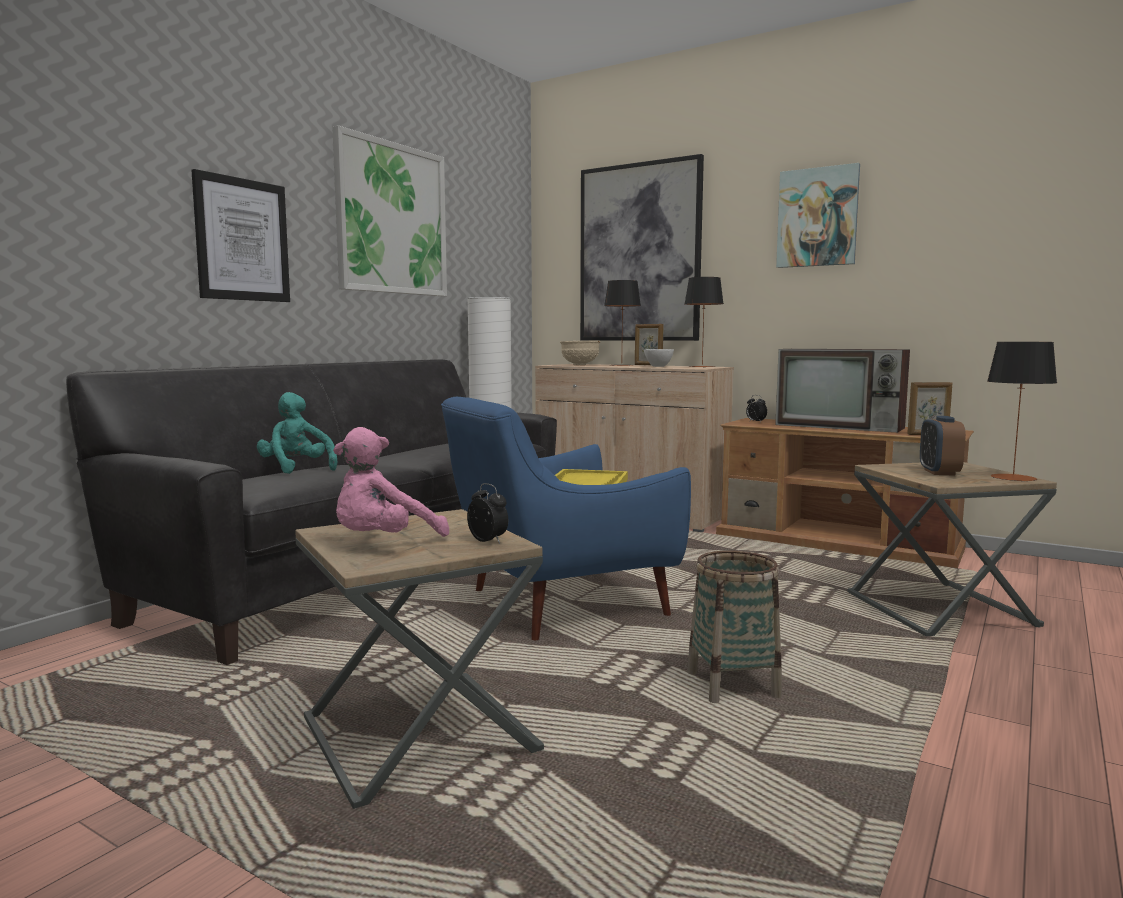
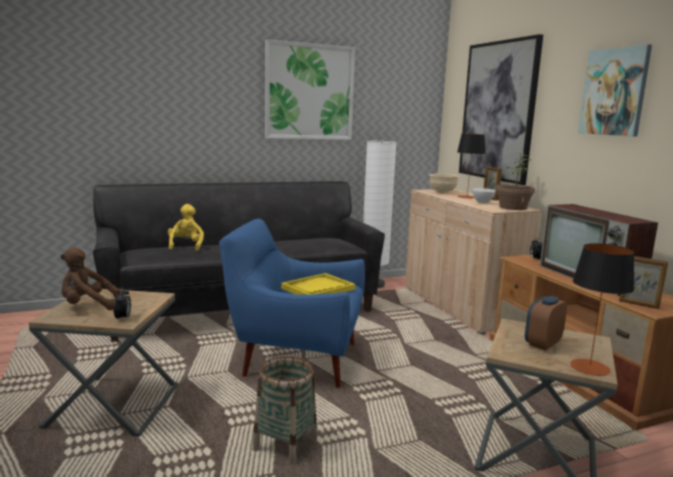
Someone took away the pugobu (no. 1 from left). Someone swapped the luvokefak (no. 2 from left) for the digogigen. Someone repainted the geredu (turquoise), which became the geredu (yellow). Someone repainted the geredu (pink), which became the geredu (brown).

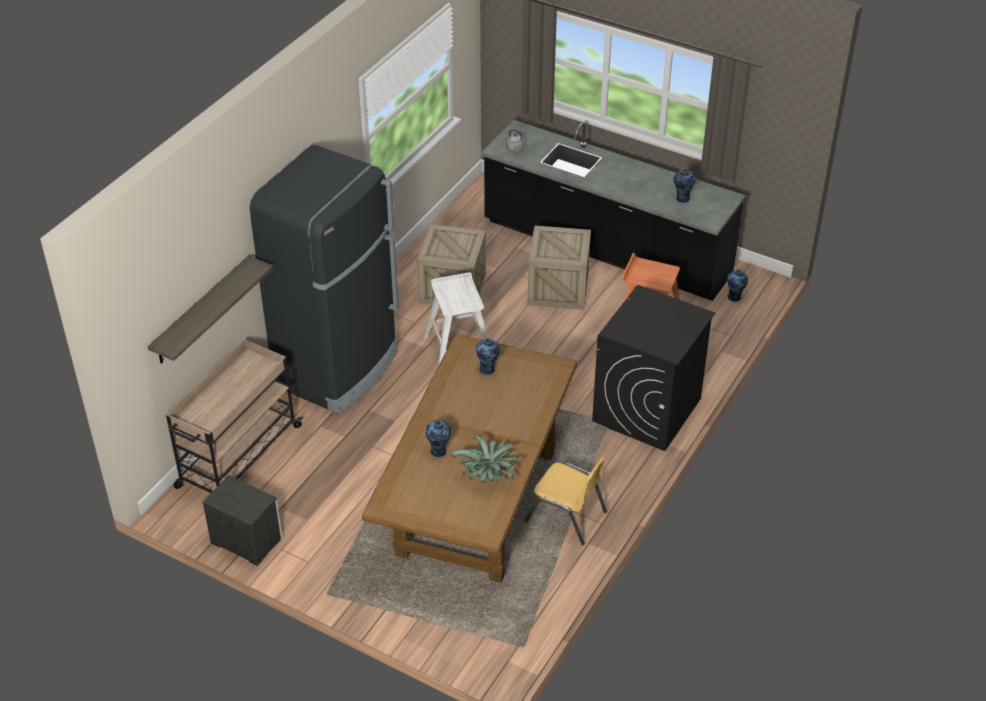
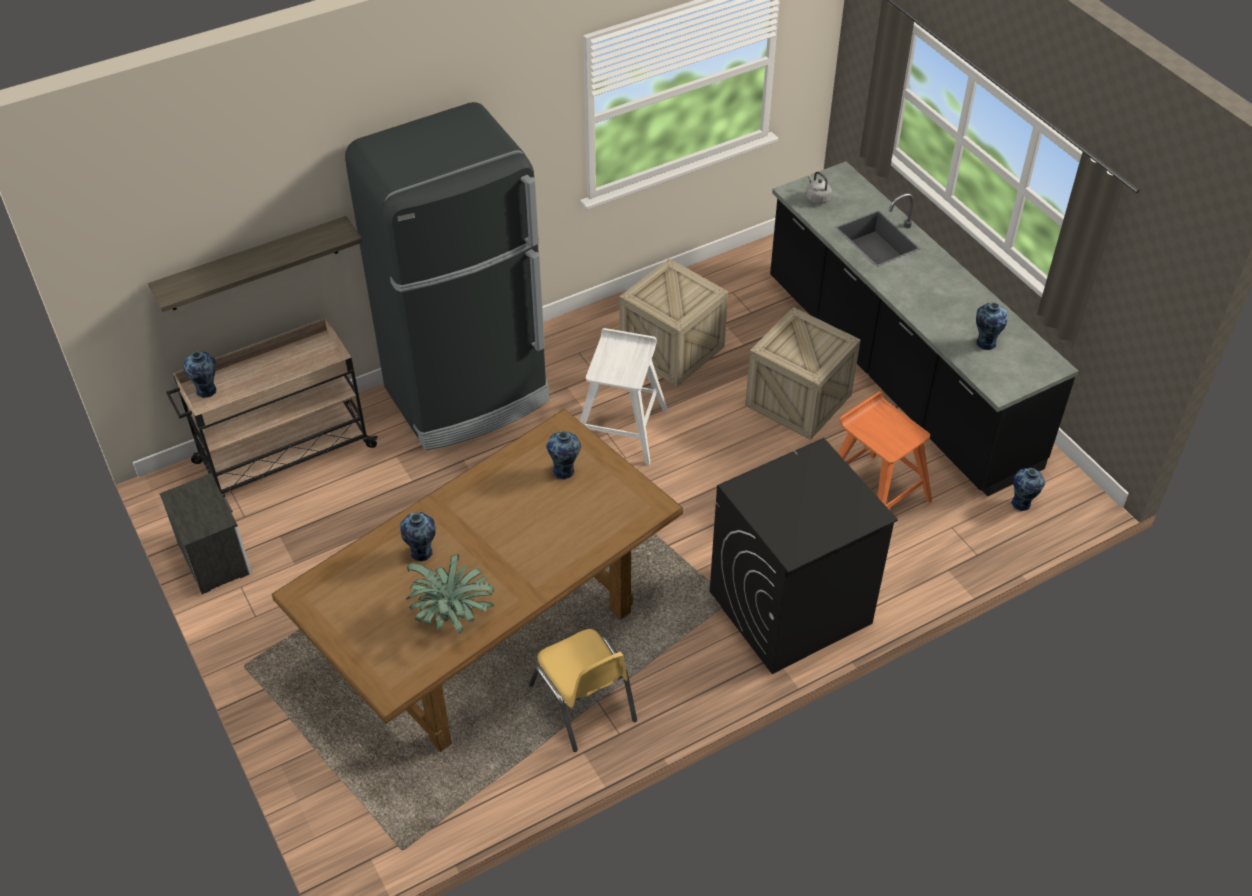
Someone put down the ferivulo (no. 1 from left).

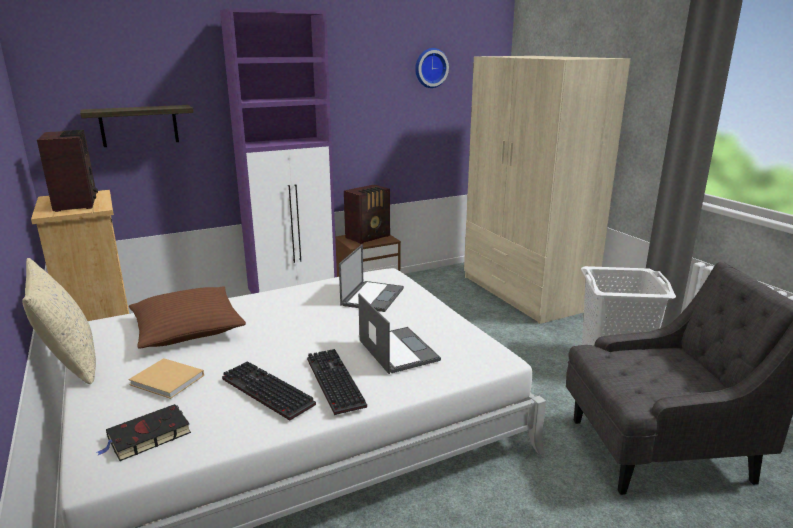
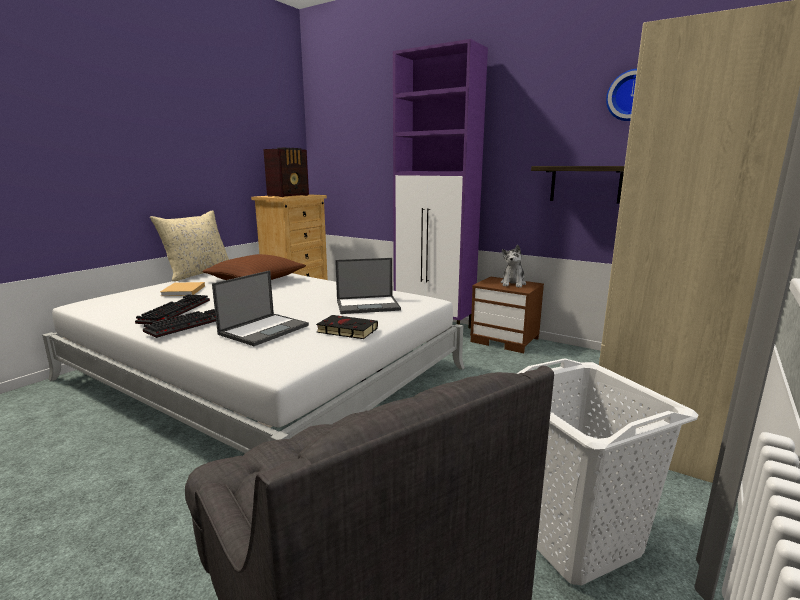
Someone carried the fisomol. Someone swapped the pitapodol (no. 2 from left) for the geredu. Someone carried the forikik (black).

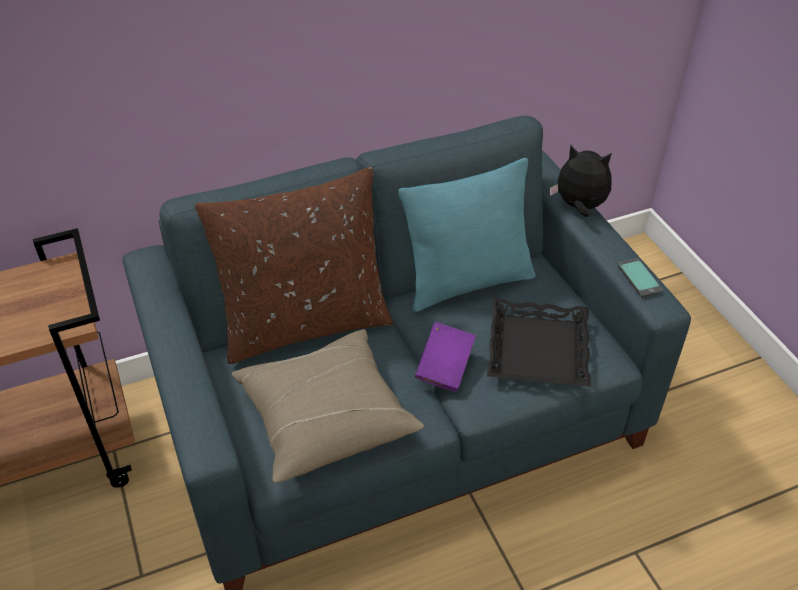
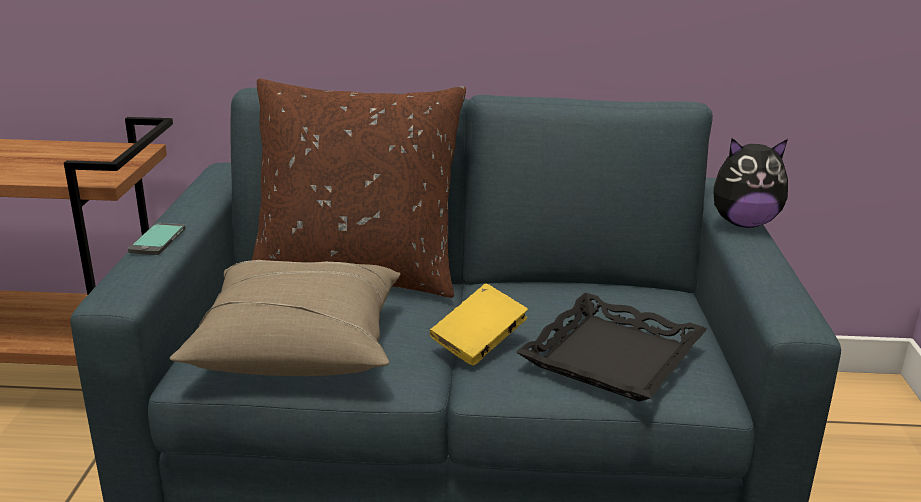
Someone rotated the geredu by 135 degrees clockwise. Someone took away the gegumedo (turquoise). Someone carried the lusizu. Someone repainted the forikik (purple), which became the forikik (yellow).

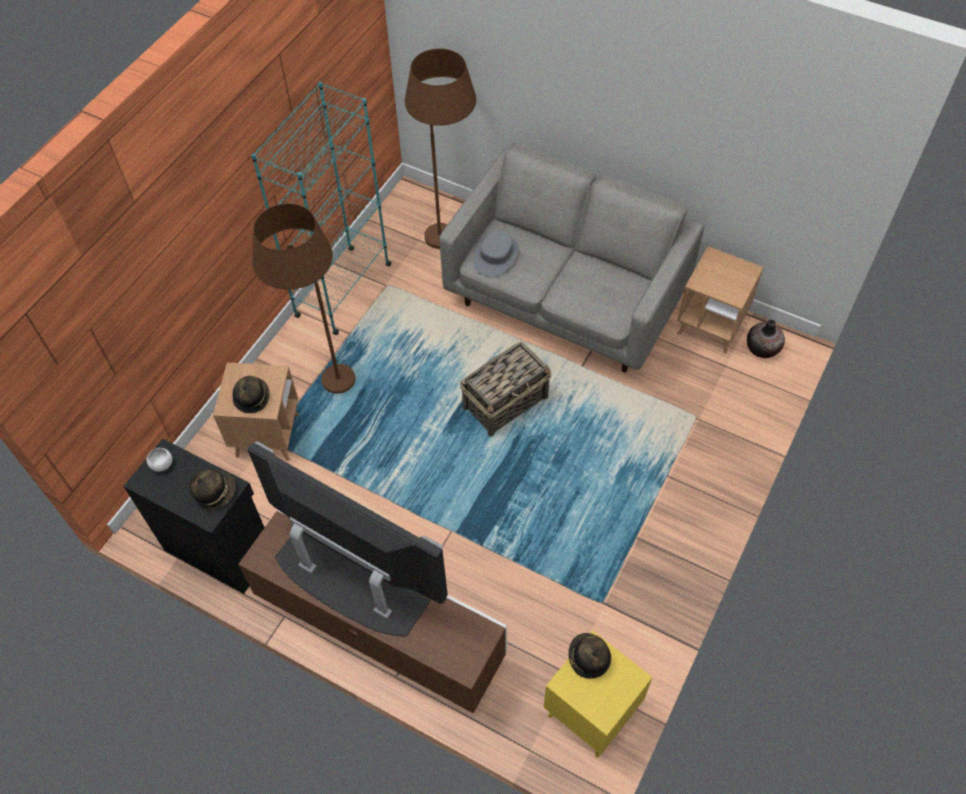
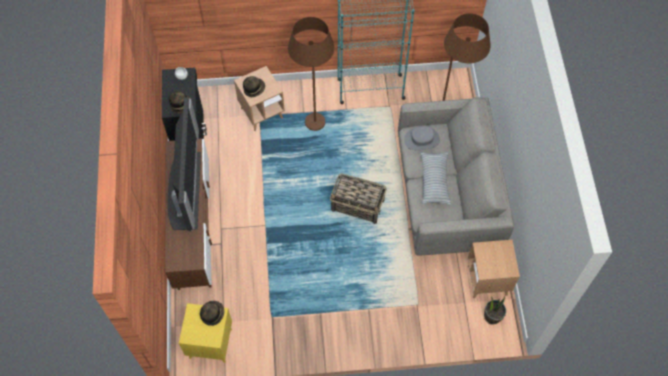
Someone swapped the ferivulo for the digogigen. Someone put down the gegumedo.

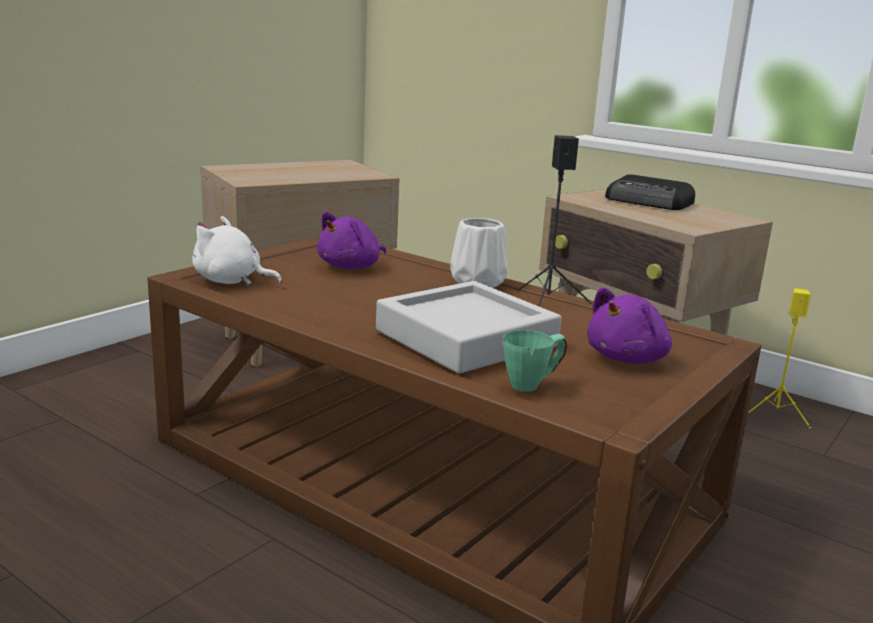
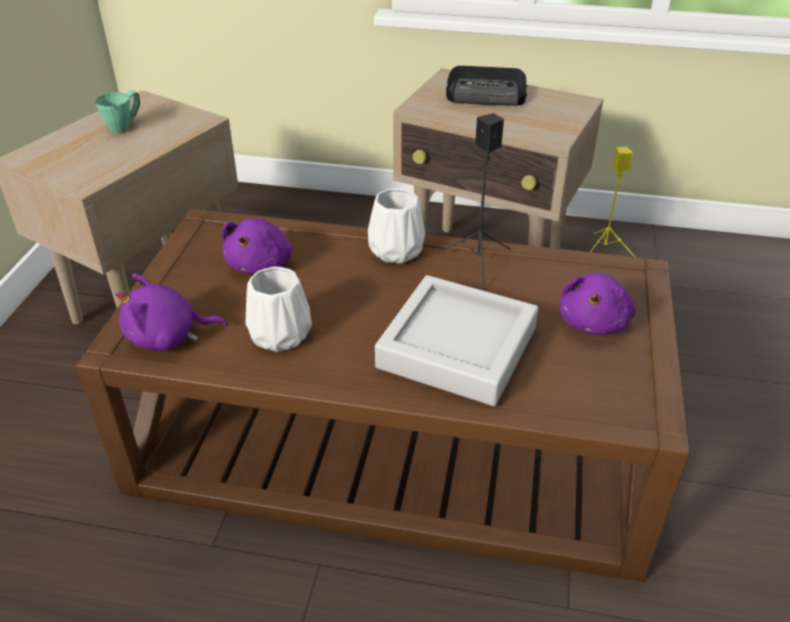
Someone repainted the geredu (white), which became the geredu (purple) (no. 1 from left). Someone carried the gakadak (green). Someone put down the ferivulo (white) (no. 1 from left).

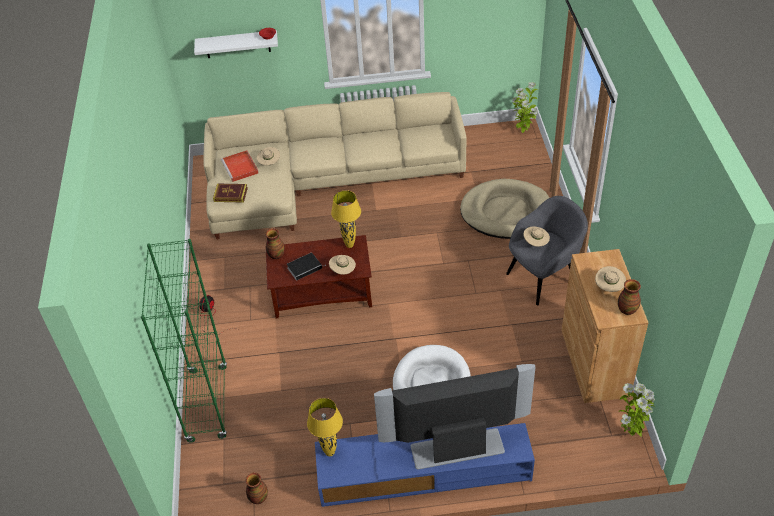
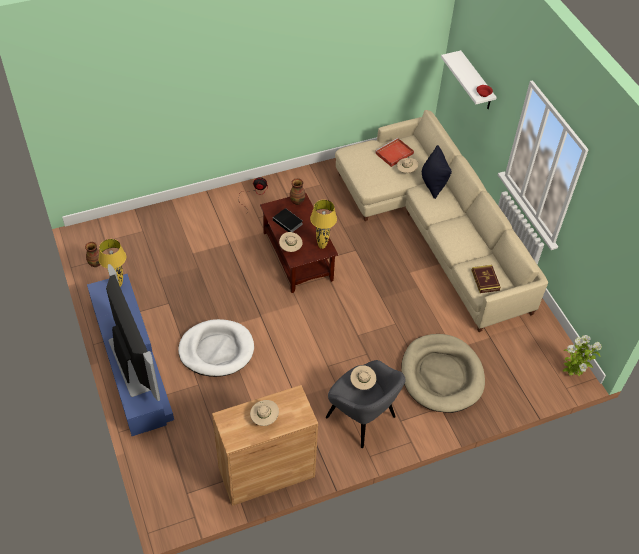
Someone carried the forikik (no. 1 from left in the first image). Someone took away the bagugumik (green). Someone took away the ferivulo (no. 3 from left). Someone took away the digogigen (no. 2 from left). Someone put down the gegumedo (black).

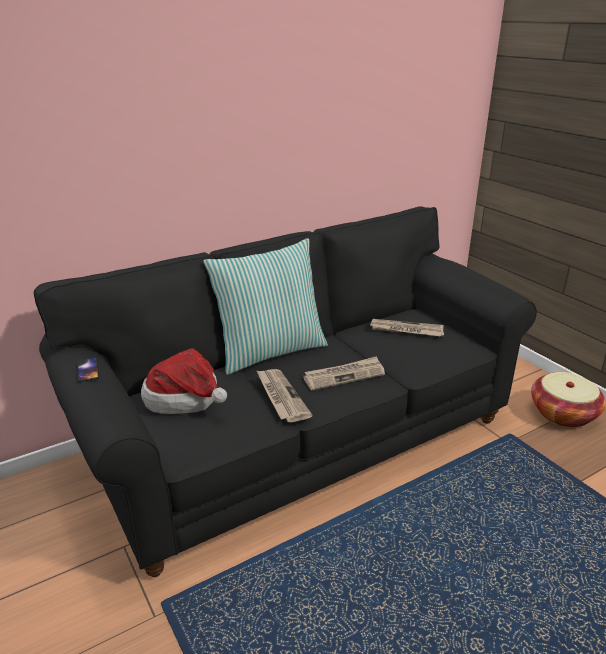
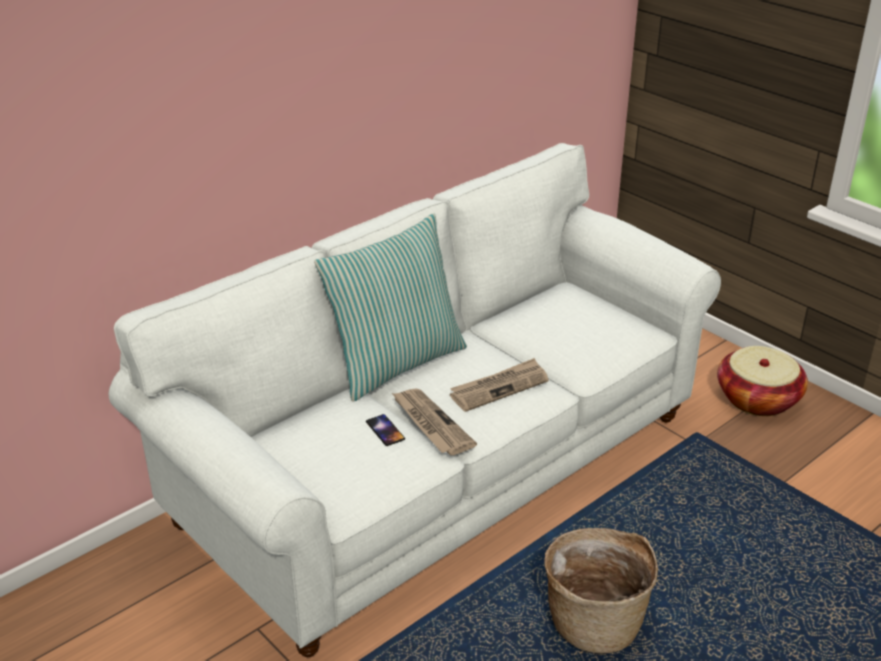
Someone repainted the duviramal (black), which became the duviramal (white). Someone took away the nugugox (no. 3 from left). Someone took away the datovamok. Someone carried the lusizu. Someone put down the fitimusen (no. 1 from left).

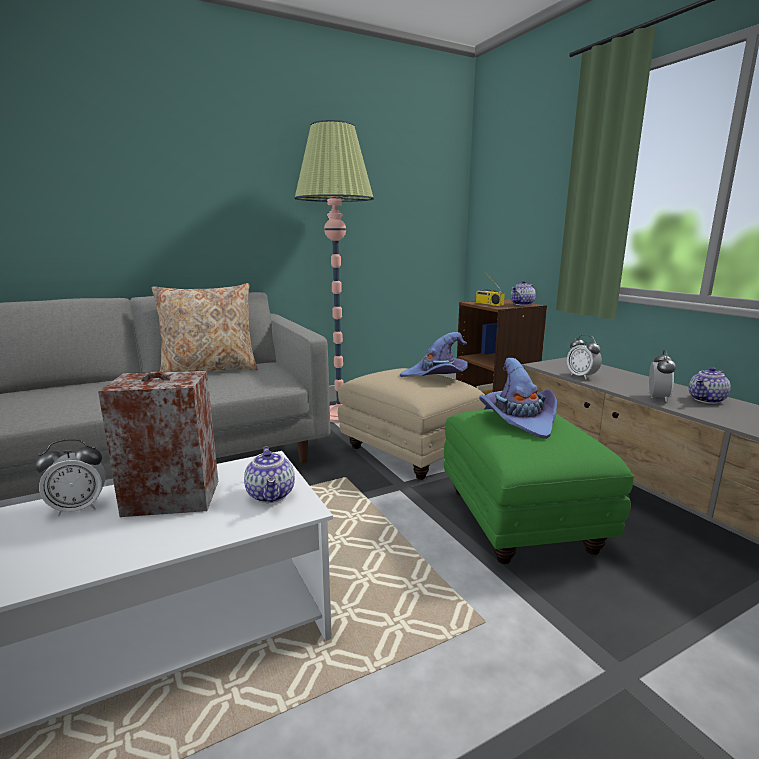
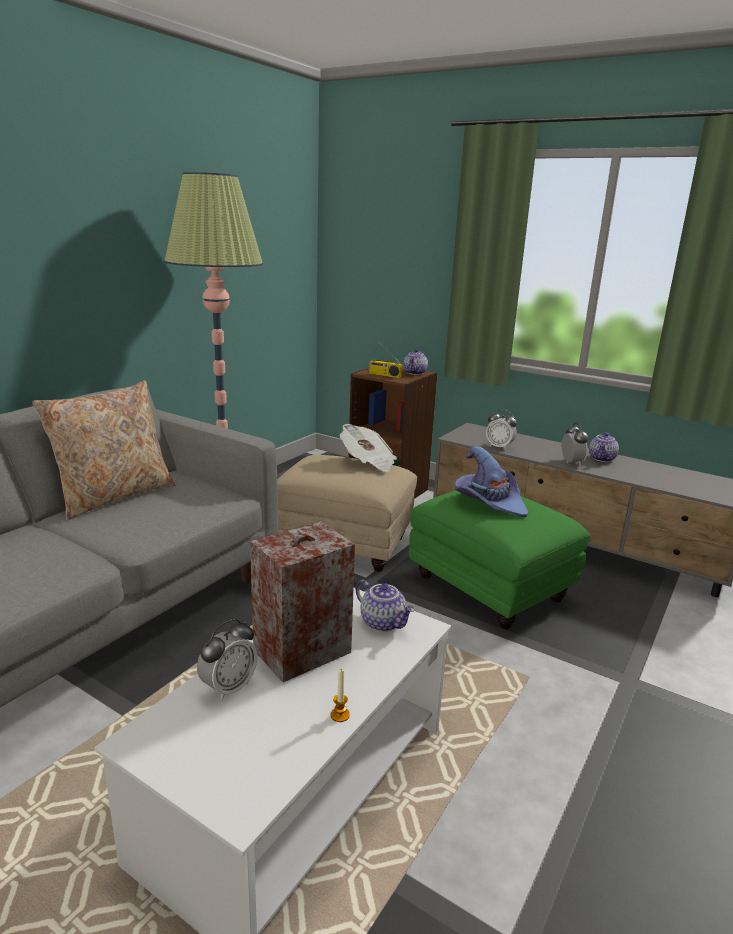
Someone swapped the datovamok (purple) (no. 1 from left) for the nugugox. Someone put down the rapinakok.

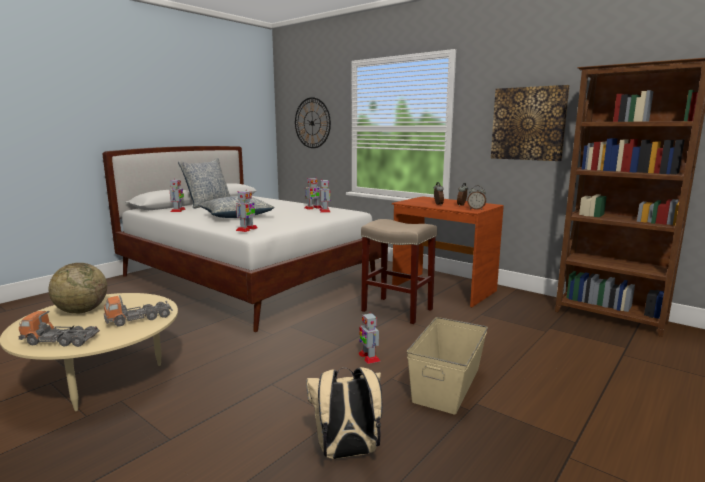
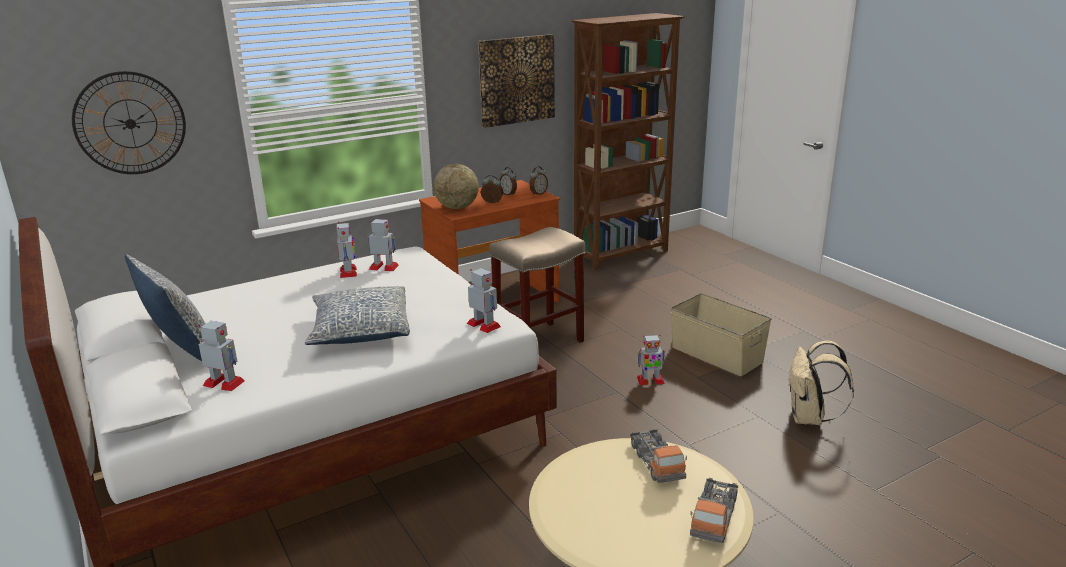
Someone carried the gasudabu.

